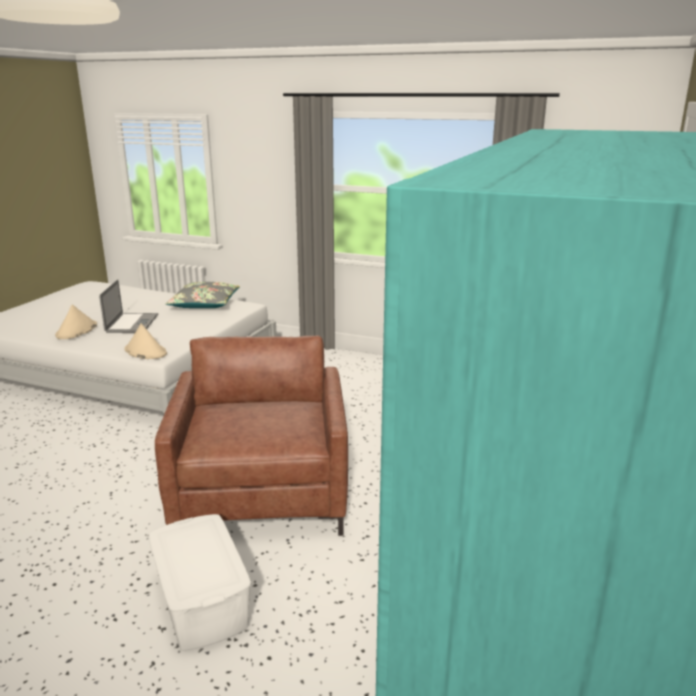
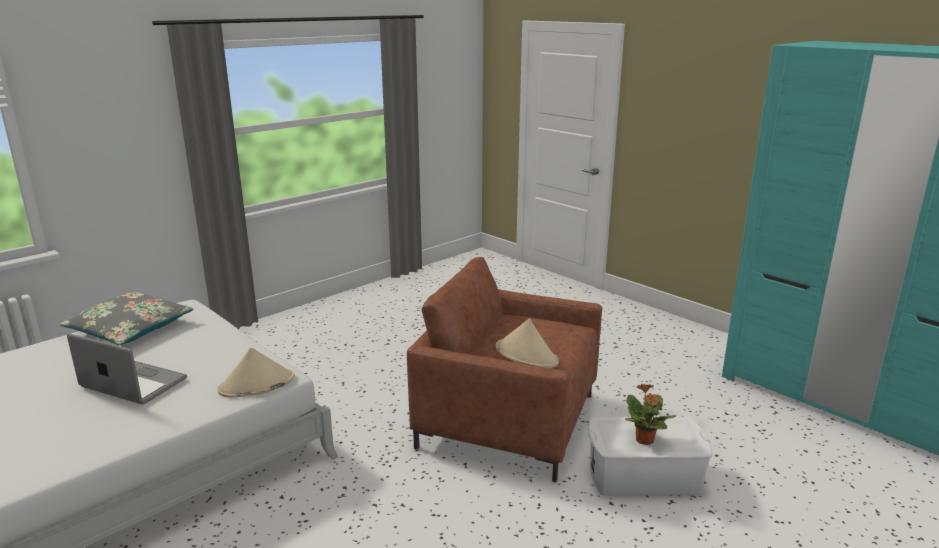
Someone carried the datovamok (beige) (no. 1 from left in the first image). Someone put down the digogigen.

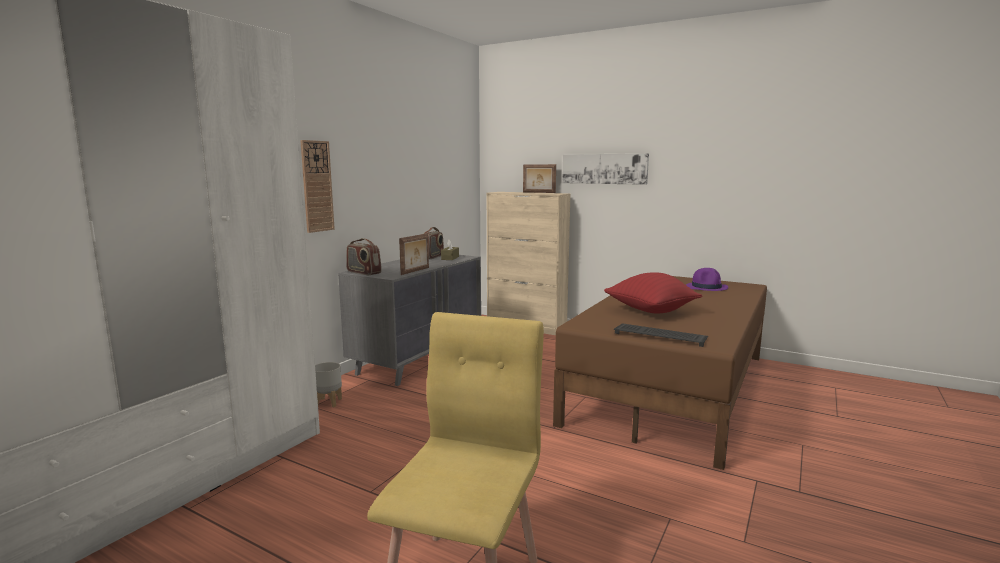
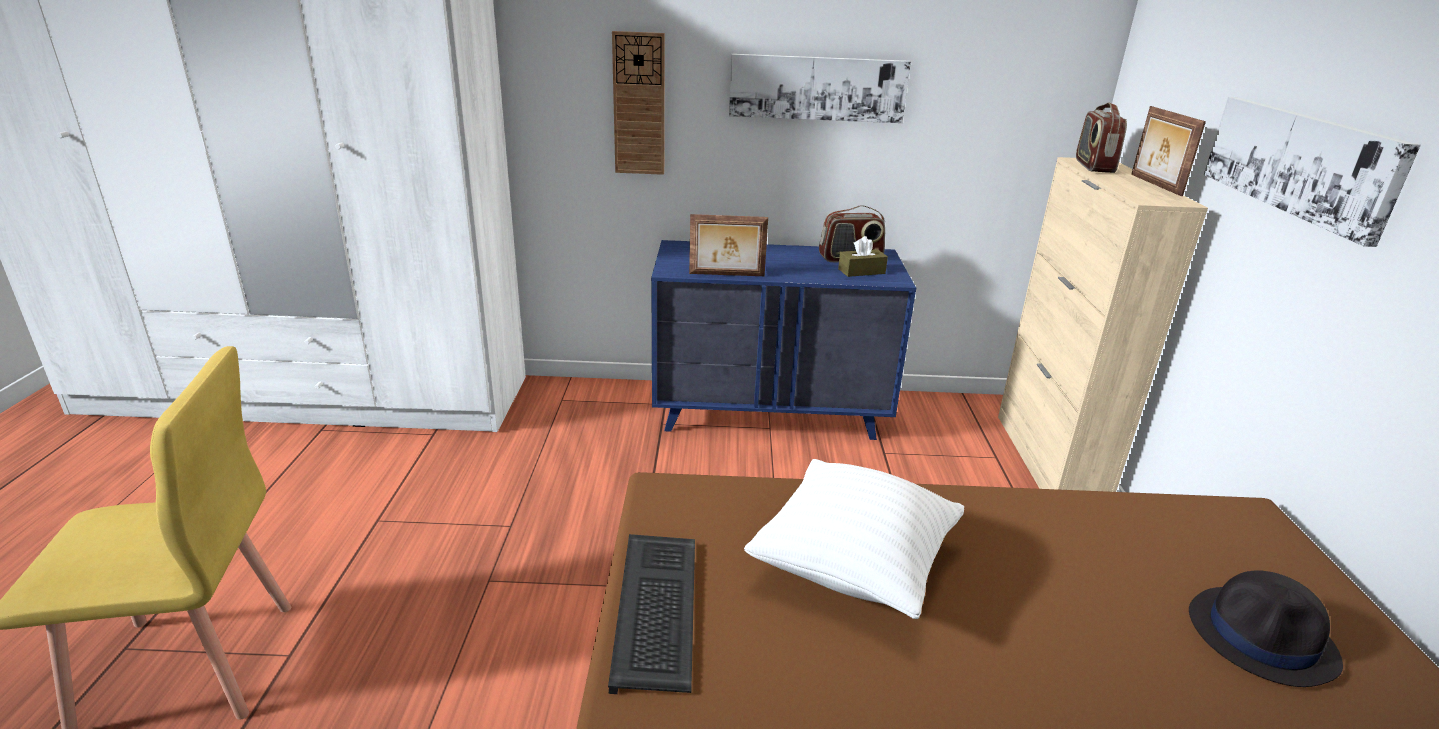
Someone carried the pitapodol (no. 1 from left in the first image). Someone repainted the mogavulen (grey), which became the mogavulen (blue). Someone repainted the datovamok (purple), which became the datovamok (black). Someone repainted the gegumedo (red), which became the gegumedo (white). Someone took away the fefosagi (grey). Someone put up the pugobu (no. 1 from left).

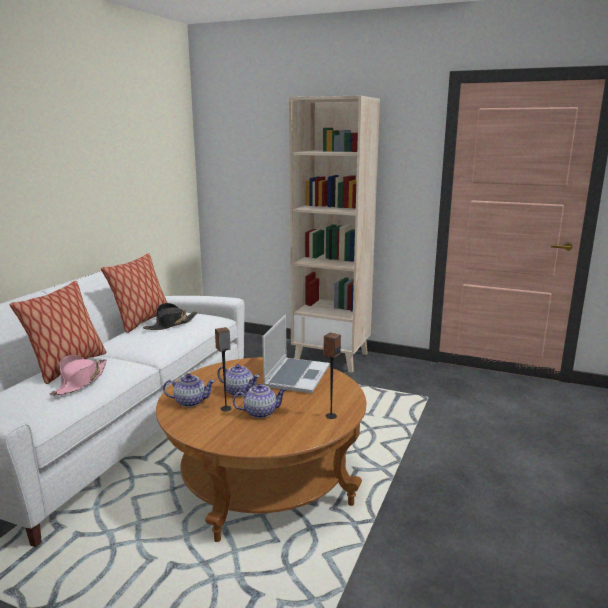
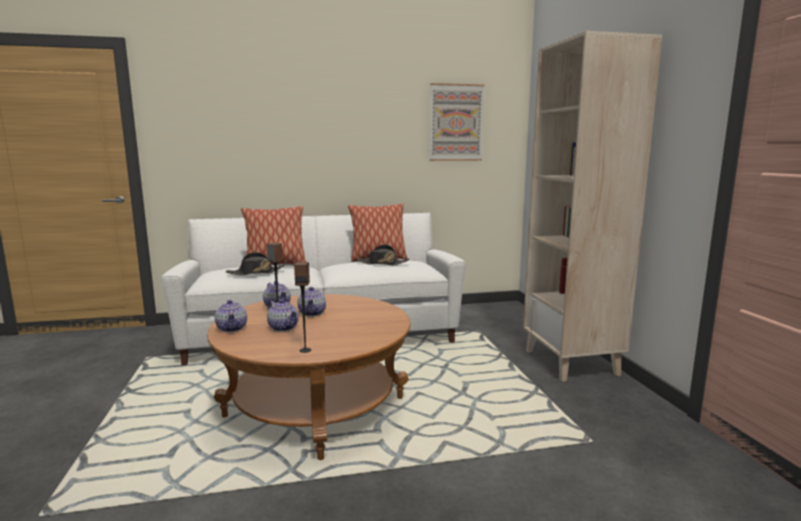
Someone took away the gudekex. Someone repainted the datovamok (pink), which became the datovamok (black) (no. 1 from left). Someone put up the pugobu. Someone put down the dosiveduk (no. 1 from left).

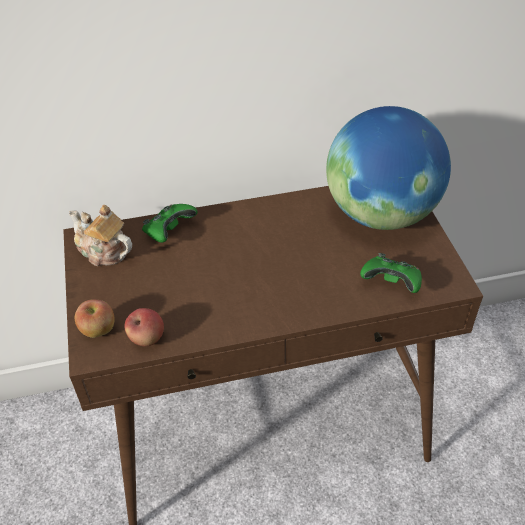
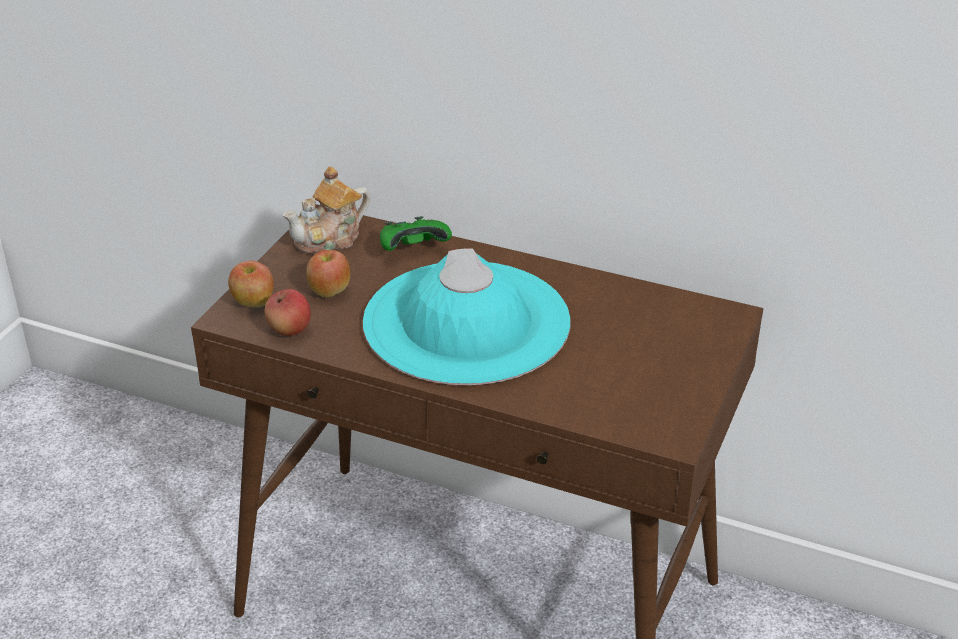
Someone took away the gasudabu. Someone rotated the dosiveduk by 105 degrees counterclockwise. Someone took away the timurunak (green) (no. 2 from left). Someone put down the datovamok (turquoise). Someone put down the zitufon (no. 3 from left).

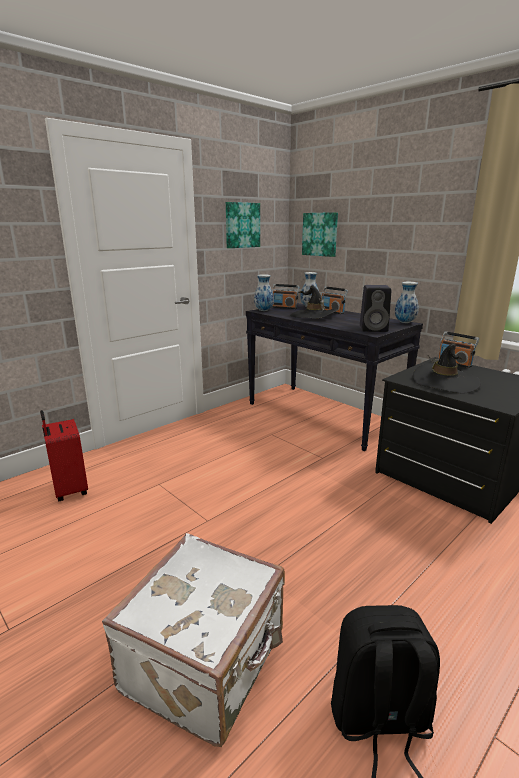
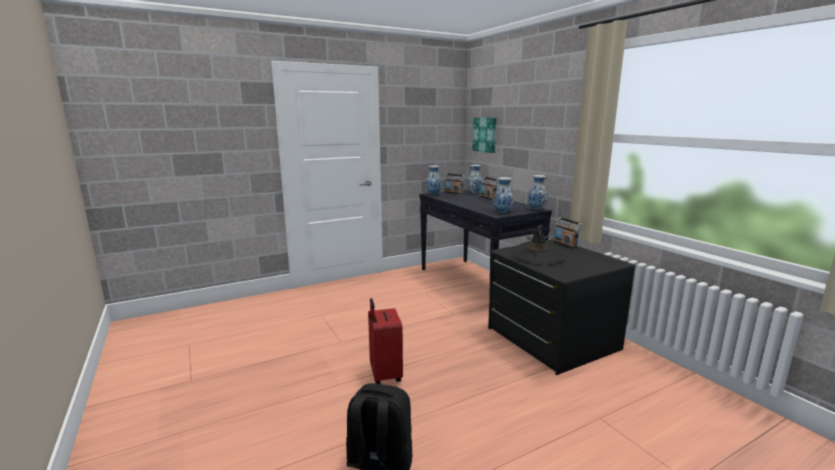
Someone took away the pugobu (no. 1 from left). Someone took away the datovamok (black) (no. 1 from left). Someone swapped the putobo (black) for the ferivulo (no. 3 from left). Someone carried the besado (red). Someone took away the besado (white).

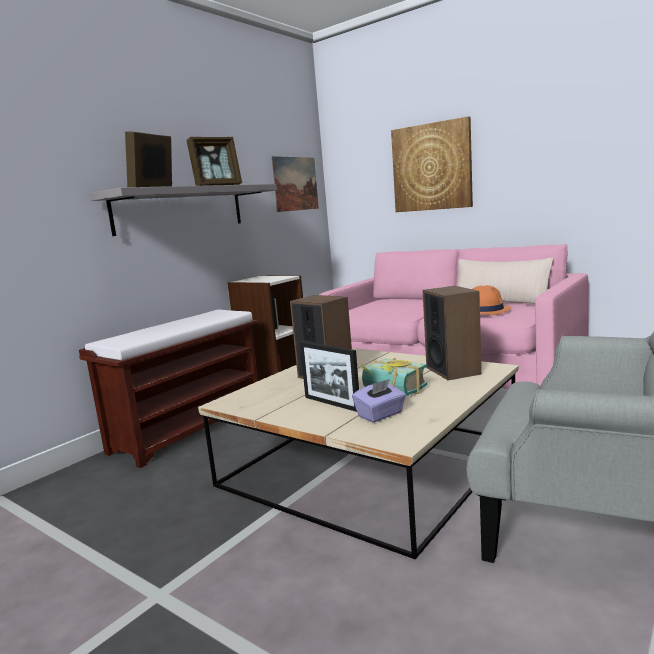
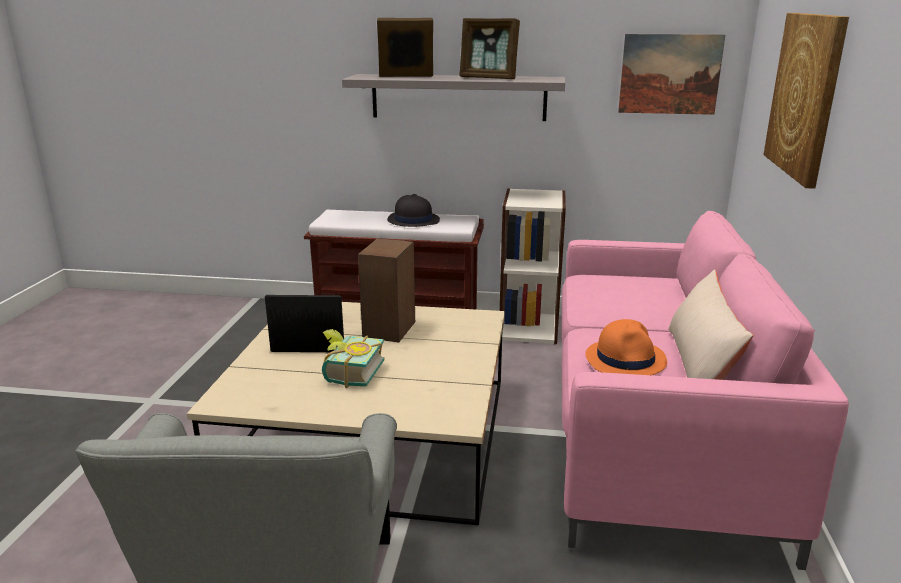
Someone took away the putobo (no. 2 from left). Someone rotated the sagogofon (no. 3 from left in the first image) by 75 degrees clockwise. Someone took away the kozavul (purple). Someone put down the datovamok (black).

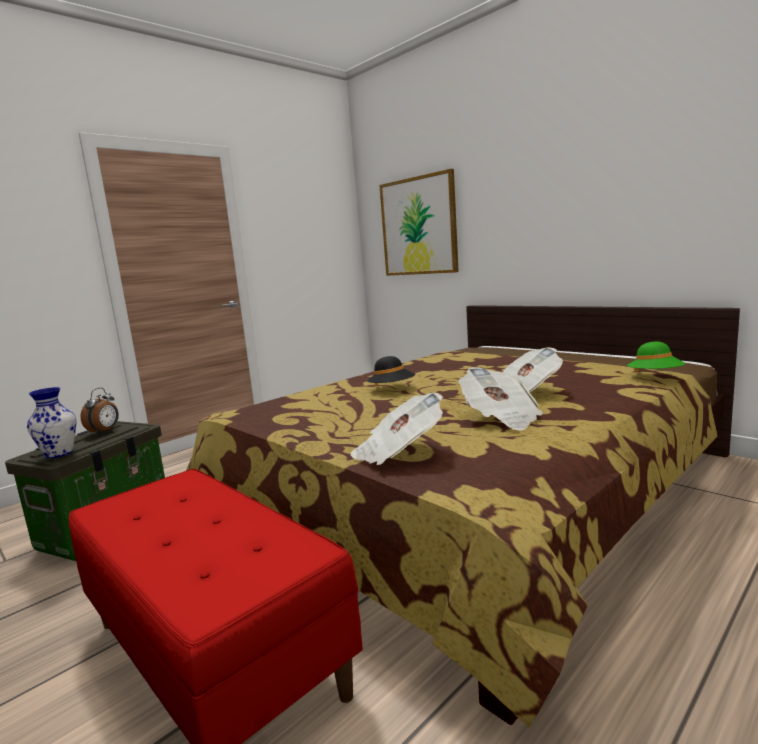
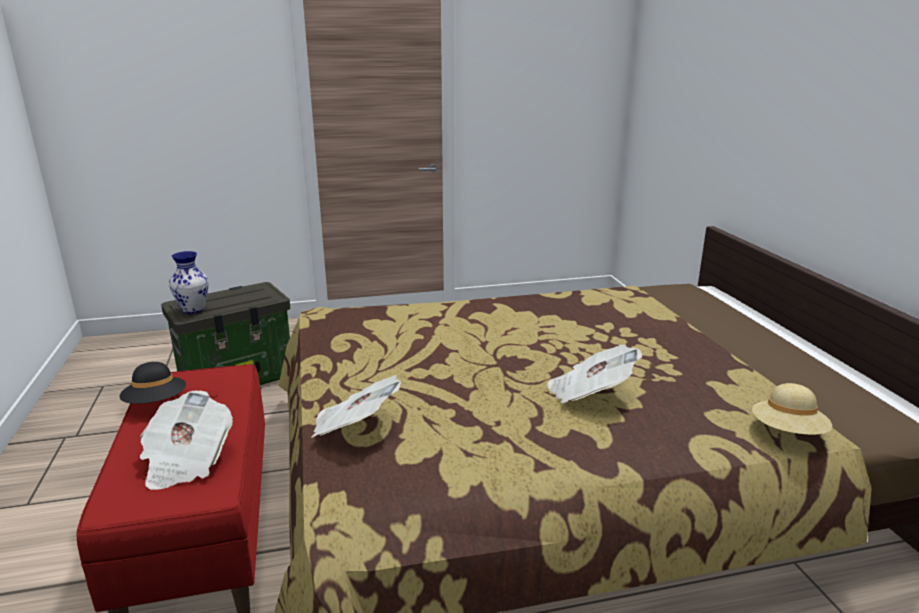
Someone took away the pugobu. Someone repainted the datovamok (green), which became the datovamok (beige). Someone carried the datovamok (black). Someone carried the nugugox (no. 2 from left in the first image). Someone took away the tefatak.

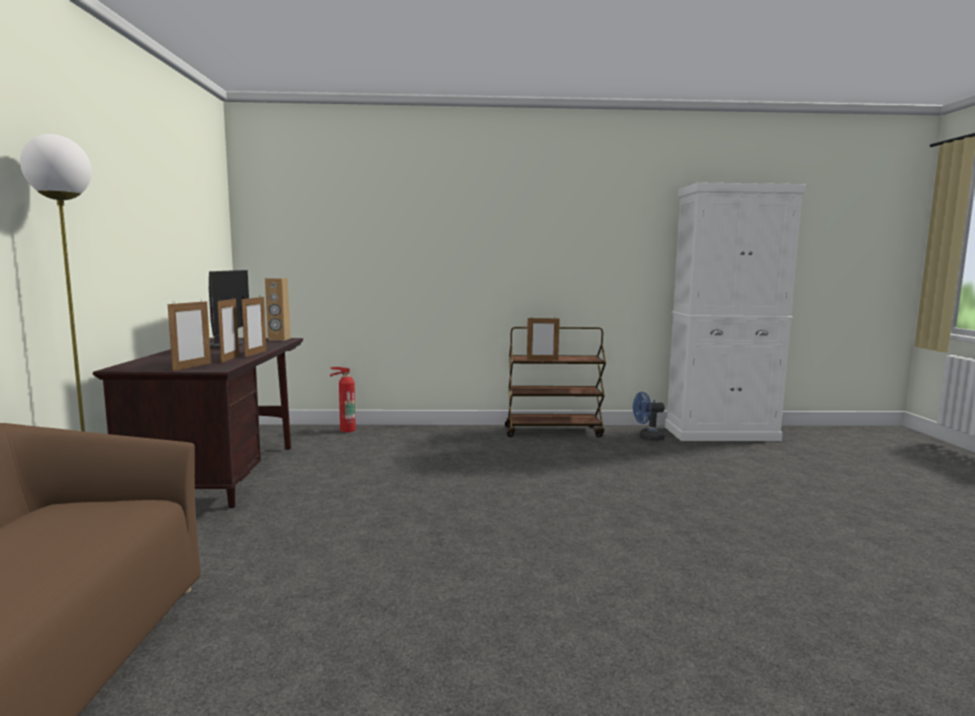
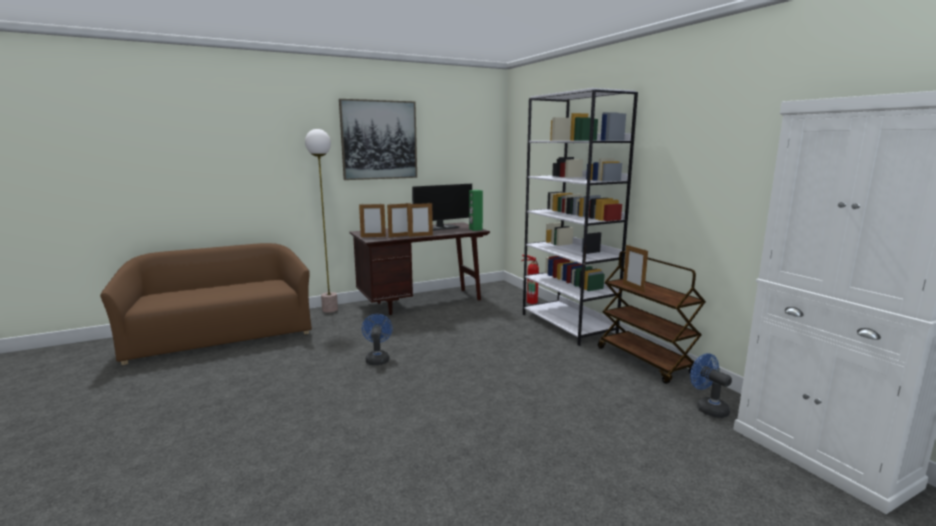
Someone repainted the putobo (brown), which became the putobo (green). Someone put down the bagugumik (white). Someone put up the pugobu. Someone put down the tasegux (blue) (no. 1 from left).

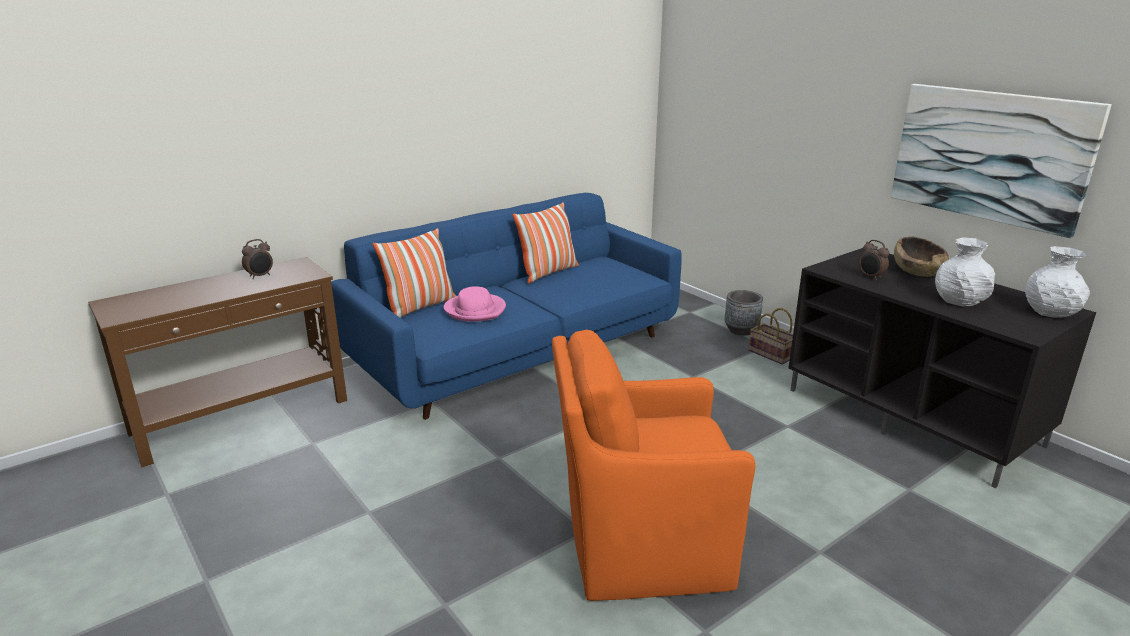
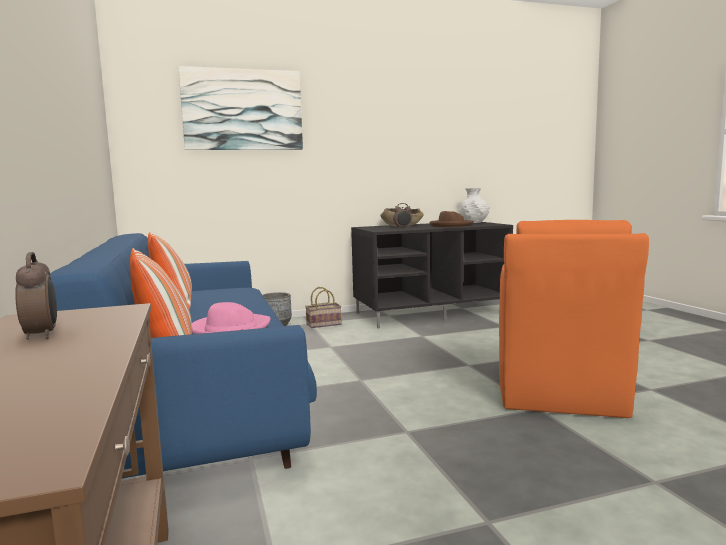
Someone carried the pugobu. Someone swapped the ferivulo (white) (no. 1 from left) for the datovamok (brown).

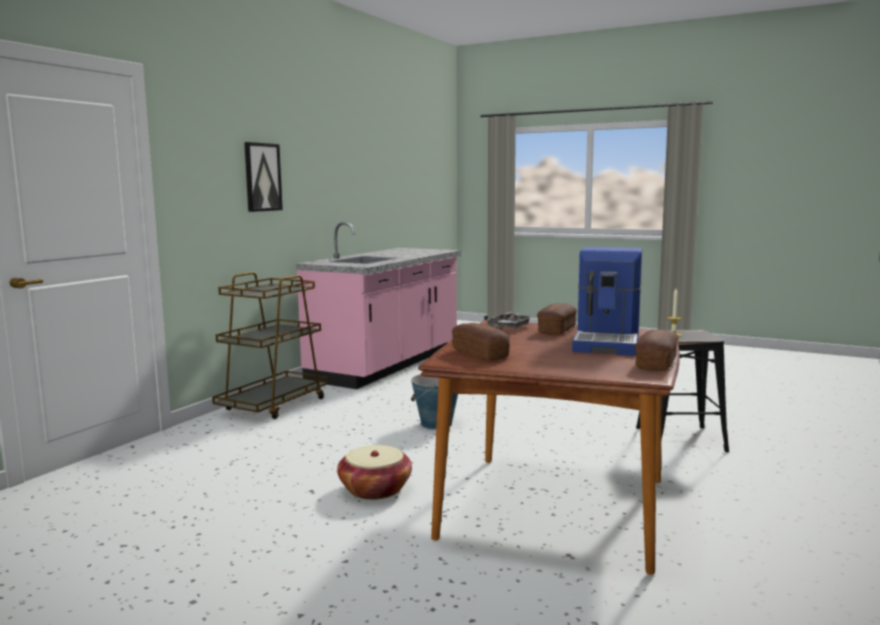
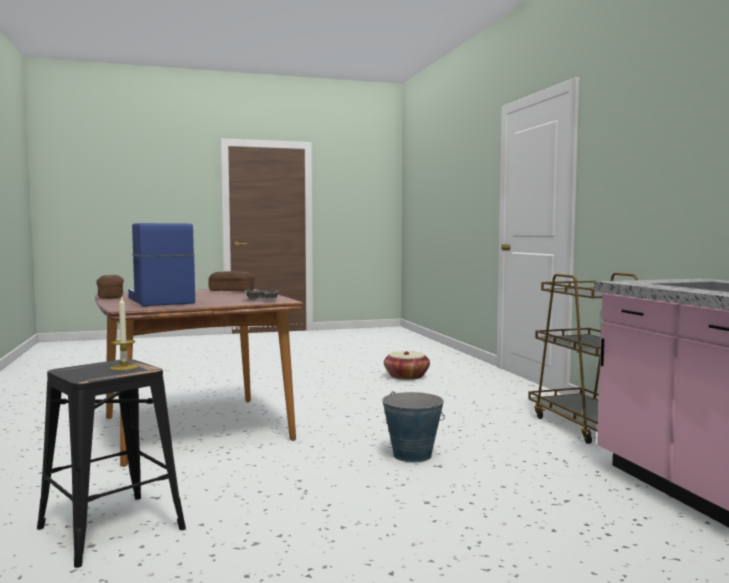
Someone took away the pugobu. Someone took away the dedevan (no. 2 from left). Someone carried the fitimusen.

